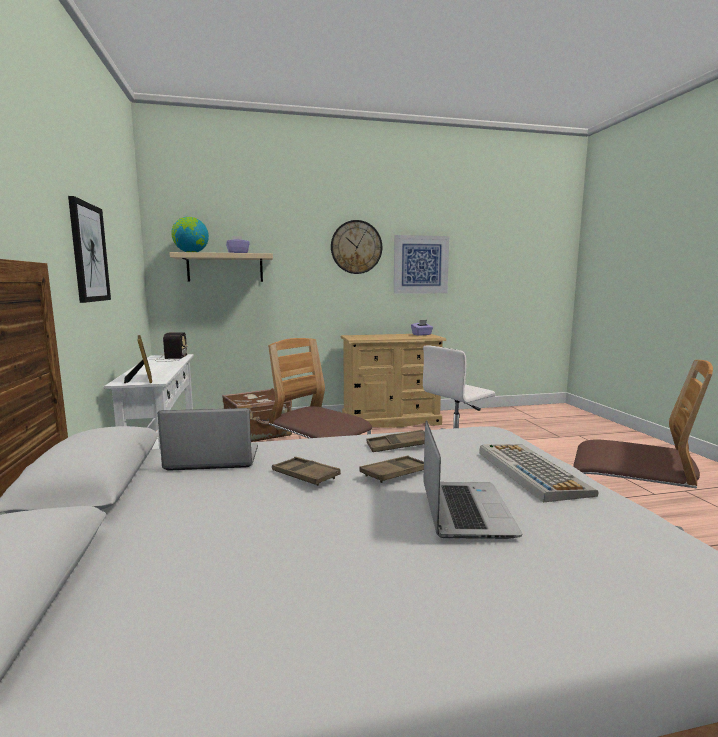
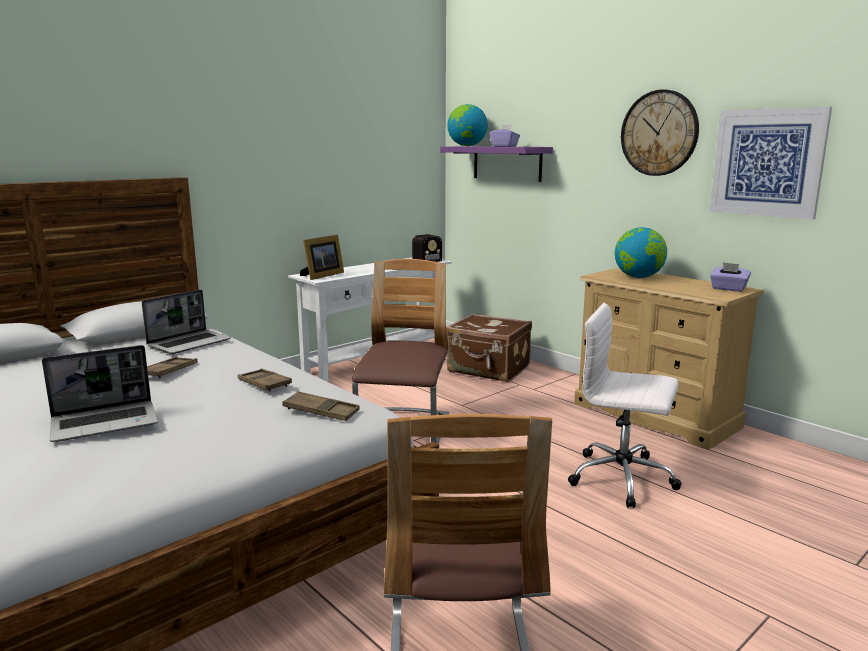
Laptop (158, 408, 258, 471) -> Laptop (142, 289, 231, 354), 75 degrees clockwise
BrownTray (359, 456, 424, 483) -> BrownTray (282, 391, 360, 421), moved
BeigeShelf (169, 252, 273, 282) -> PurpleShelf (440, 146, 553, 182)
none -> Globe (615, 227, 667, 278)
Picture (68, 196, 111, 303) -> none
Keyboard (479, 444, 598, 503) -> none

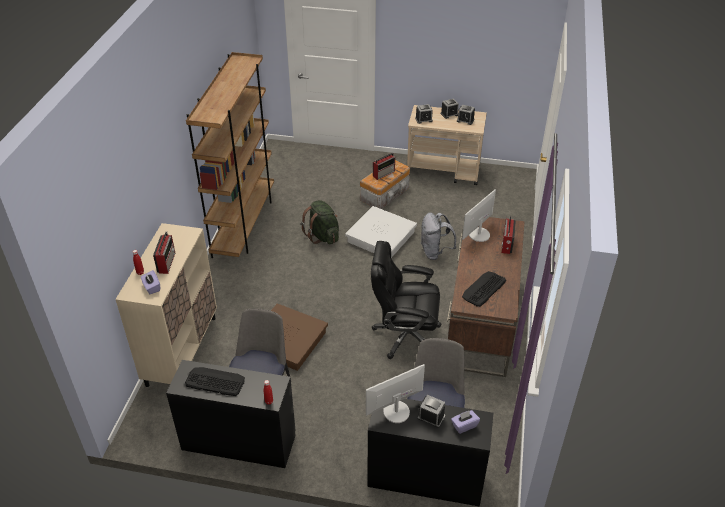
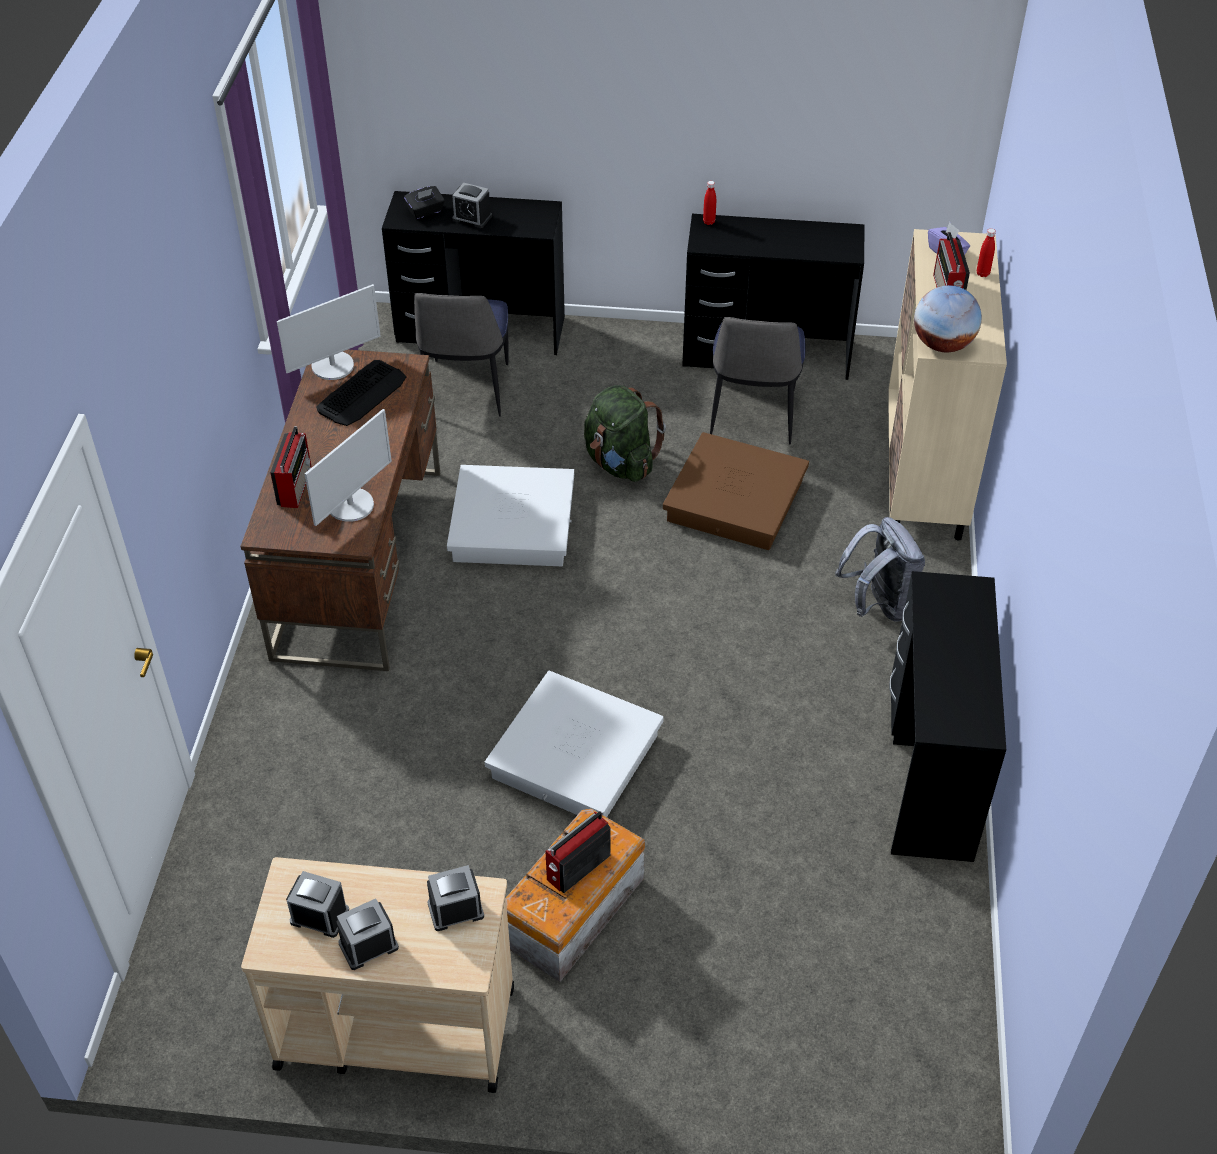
Monitor (366, 364, 425, 423) -> Monitor (277, 284, 381, 380), moved
PurpleTissueBox (451, 410, 480, 434) -> BlackTissueBox (404, 186, 445, 219)
BlackOfficeChair (371, 241, 442, 359) -> WhiteStorageBox (447, 465, 574, 566)
GreenBackpack (301, 200, 339, 244) -> GreenBackpack (584, 385, 666, 482), moved
GreyBackpack (420, 212, 457, 260) -> GreyBackpack (835, 517, 925, 622), moved
BrownBookcase (186, 52, 274, 258) -> BlackDesk (889, 571, 1006, 862)
none -> Globe (914, 285, 982, 352)
Keyboard (185, 367, 245, 396) -> none

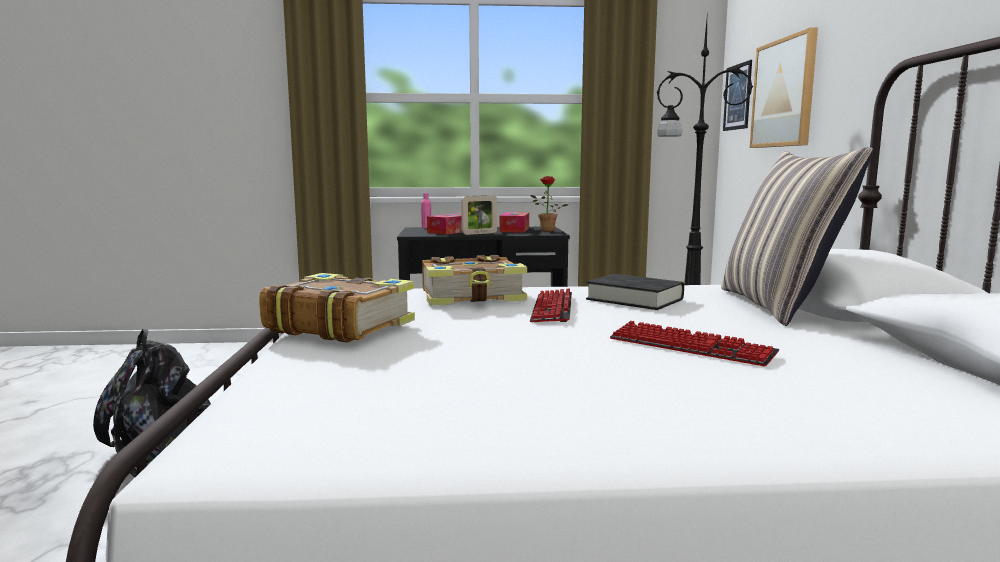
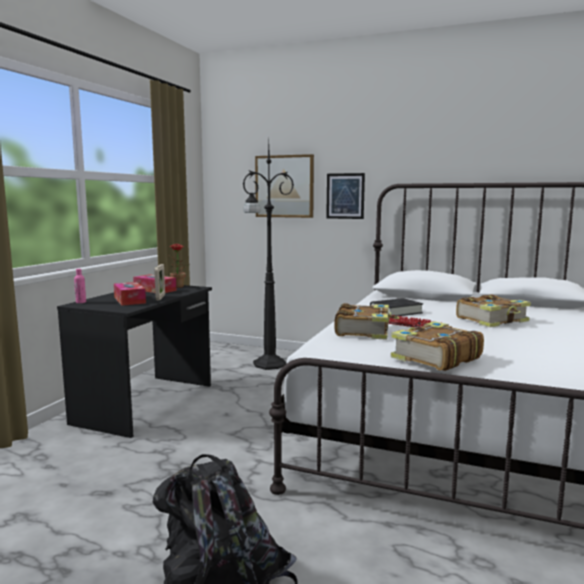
Picture (723, 60, 752, 131) -> Picture (326, 173, 365, 219), moved
Keyboard (610, 321, 780, 367) -> Book (456, 294, 531, 327)
Pillow (721, 147, 874, 326) -> none

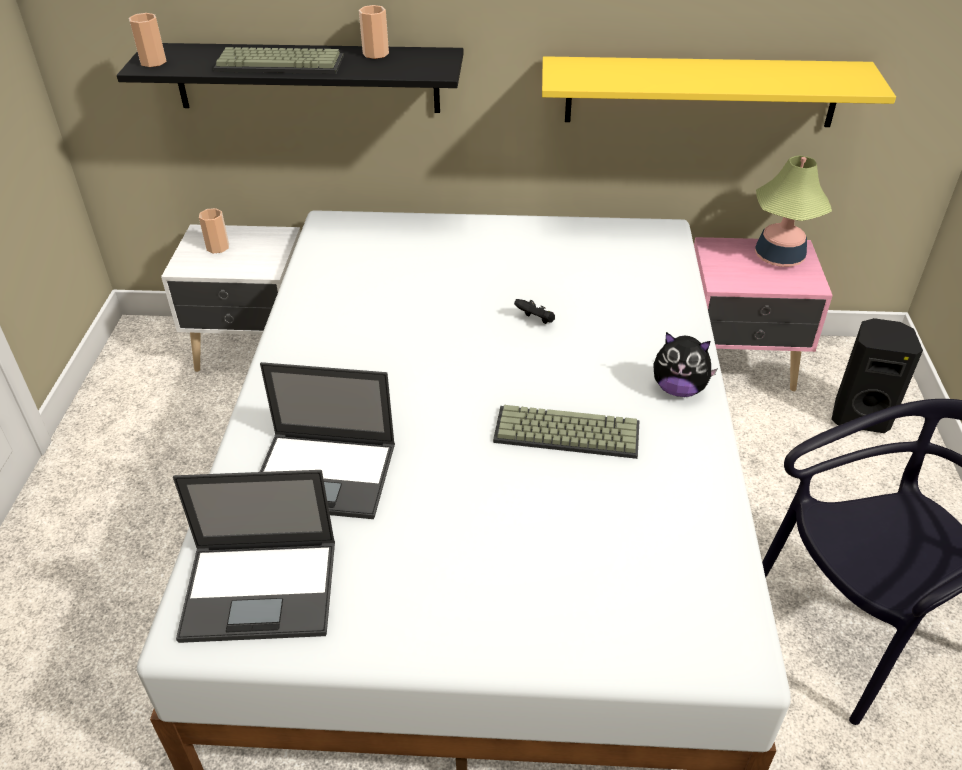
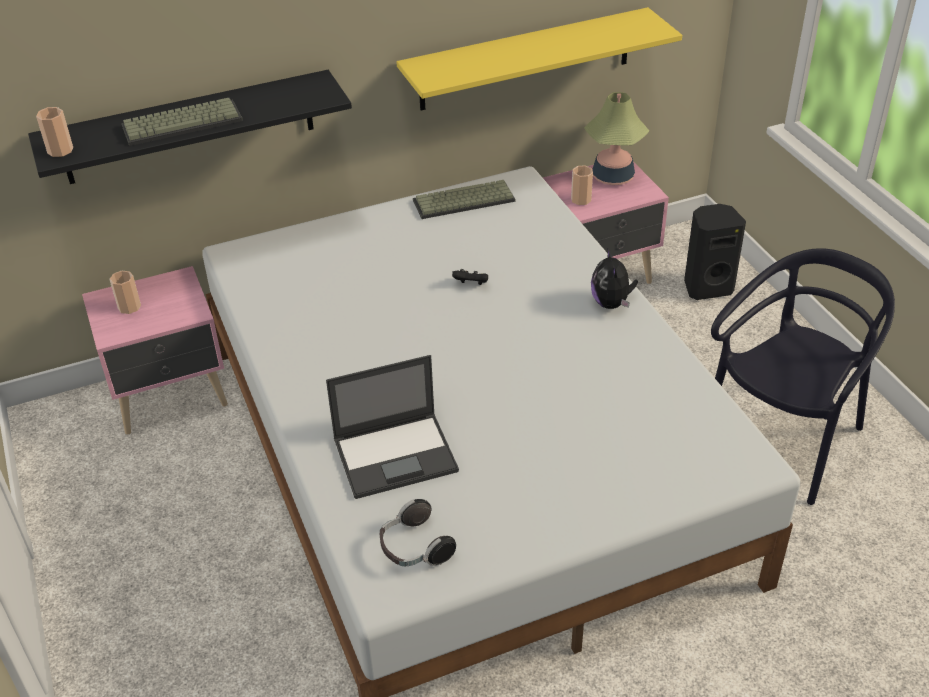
WhiteNightstand (161, 224, 301, 372) -> PinkNightstand (82, 266, 228, 435)
Laptop (173, 470, 335, 643) -> Headphones (380, 499, 456, 566)
Keyboard (493, 405, 639, 459) -> Keyboard (413, 180, 515, 219), moved
Cup (359, 5, 389, 59) -> Cup (571, 165, 593, 205), moved
PlushToy (653, 332, 718, 397) -> PlushToy (591, 247, 638, 309), 90 degrees clockwise

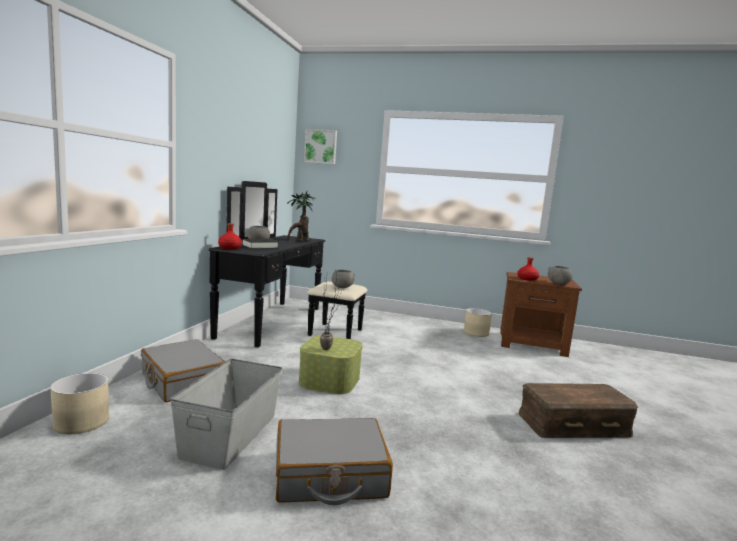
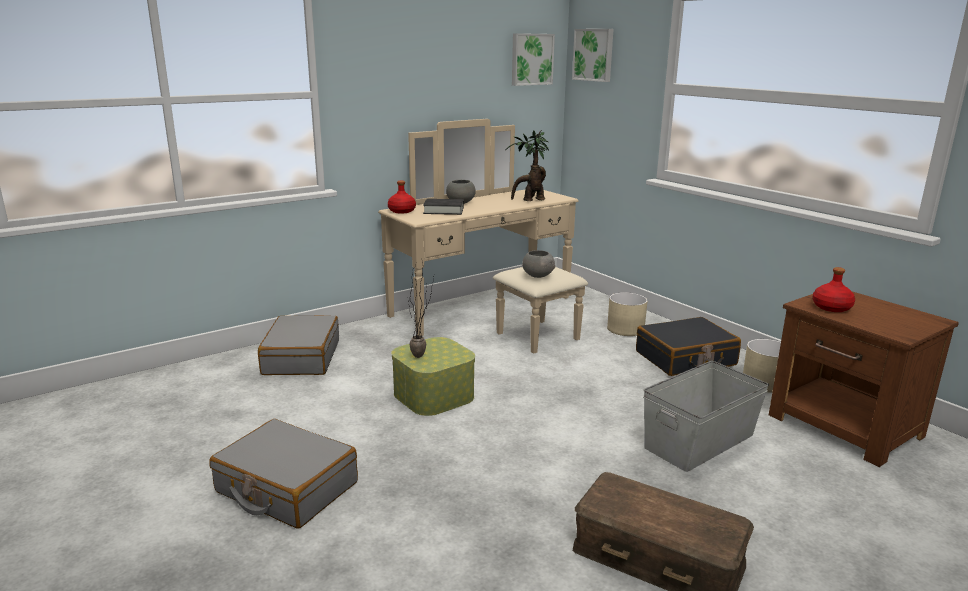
BlackDresser (208, 181, 368, 348) -> BeigeDresser (378, 119, 588, 354)
none -> Picture (512, 33, 555, 86)
BeigePlanter (50, 373, 109, 434) -> BeigePlanter (607, 292, 648, 336), moved
none -> BlackSuitcase (636, 317, 741, 376)
GreyStorageBox (170, 359, 283, 470) -> GreyStorageBox (643, 361, 769, 472), moved
GreyBowl (548, 266, 573, 285) -> none

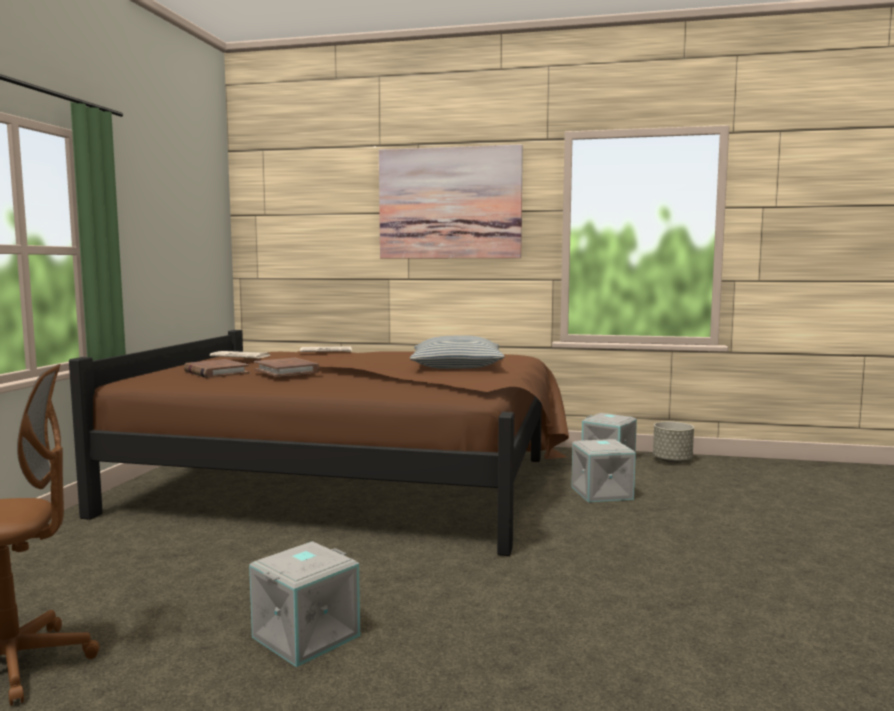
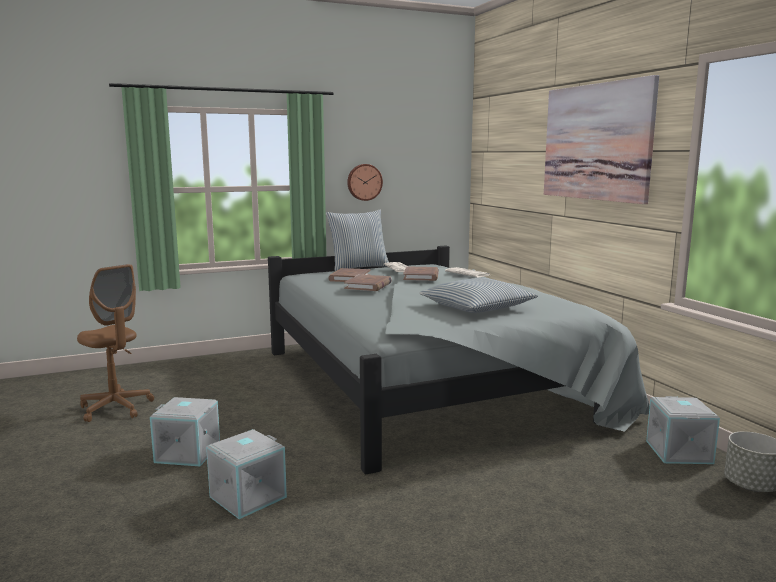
GreyStorageBox (571, 439, 636, 502) -> GreyStorageBox (206, 429, 287, 519), moved
BrownBed (69, 330, 569, 556) -> GreyBed (268, 246, 650, 475)
none -> Pillow (326, 210, 389, 271)
none -> WallClock (347, 164, 383, 201)
none -> BrownBook (403, 266, 439, 281)

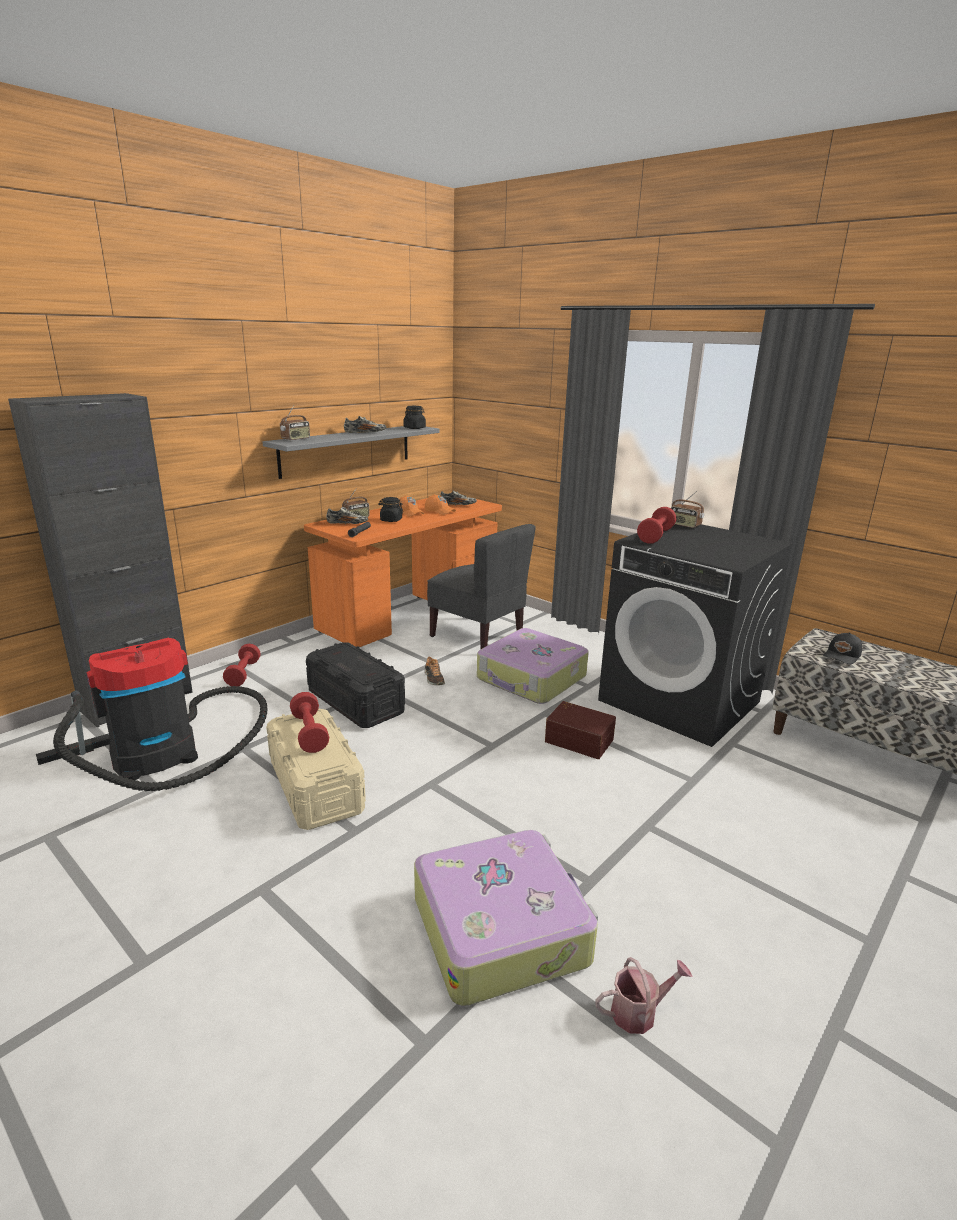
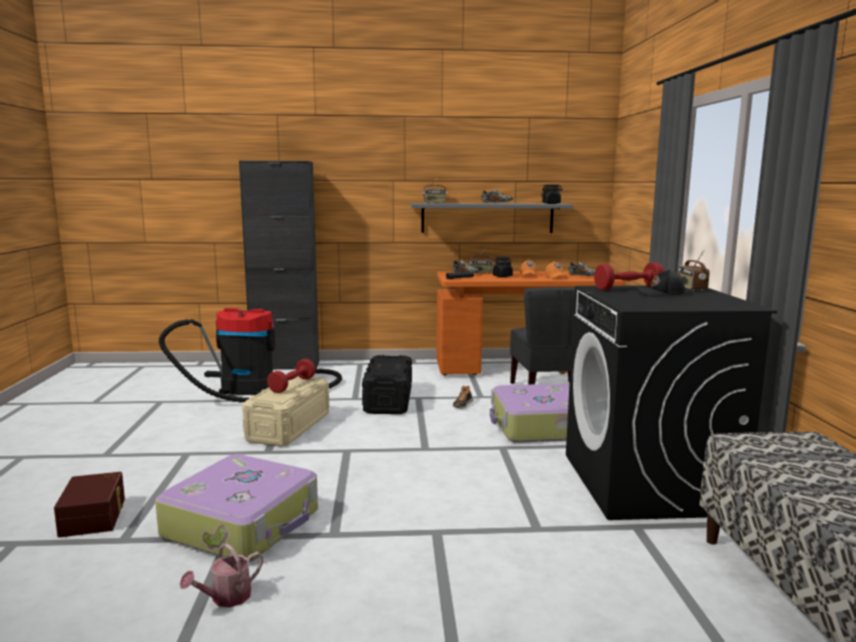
BrownStorageBox (545, 701, 616, 759) -> BrownStorageBox (54, 472, 125, 538), moved
WateringCan (595, 957, 693, 1034) -> WateringCan (180, 543, 263, 607), 105 degrees clockwise
BlackCap (823, 633, 862, 664) -> BlackCap (636, 269, 685, 296), moved
RedDumbbell (223, 644, 261, 686) -> none

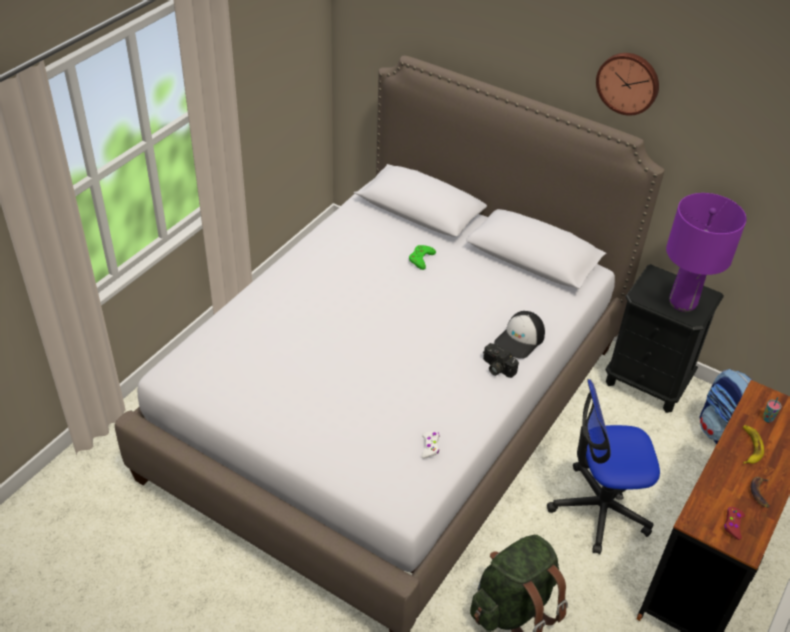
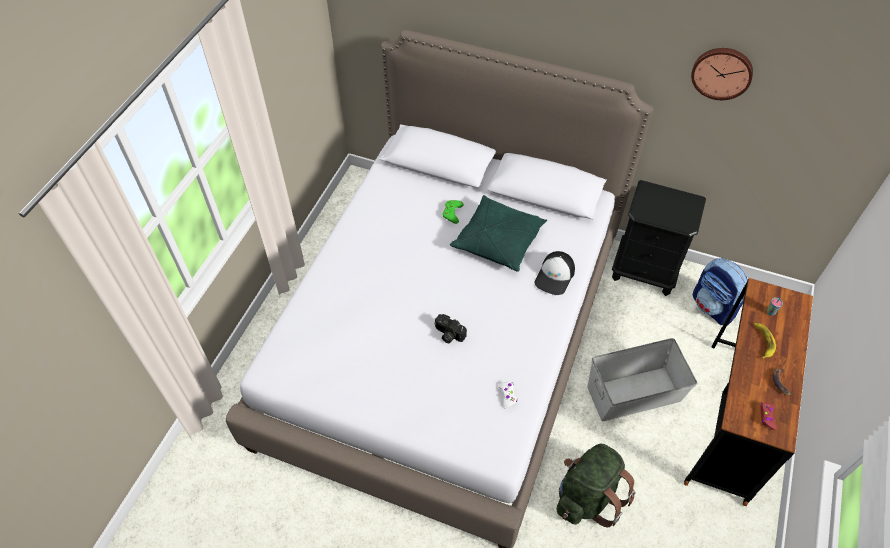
PhotoCamera (483, 343, 519, 378) -> PhotoCamera (434, 314, 467, 343), moved
none -> GreenPillow (450, 195, 547, 272)
OfficeChair (547, 379, 660, 554) -> GreyStorageBox (587, 338, 697, 421)
WallClock (596, 53, 659, 116) -> WallClock (691, 48, 753, 100), moved
PurpleTableLamp (666, 193, 746, 312) -> none

